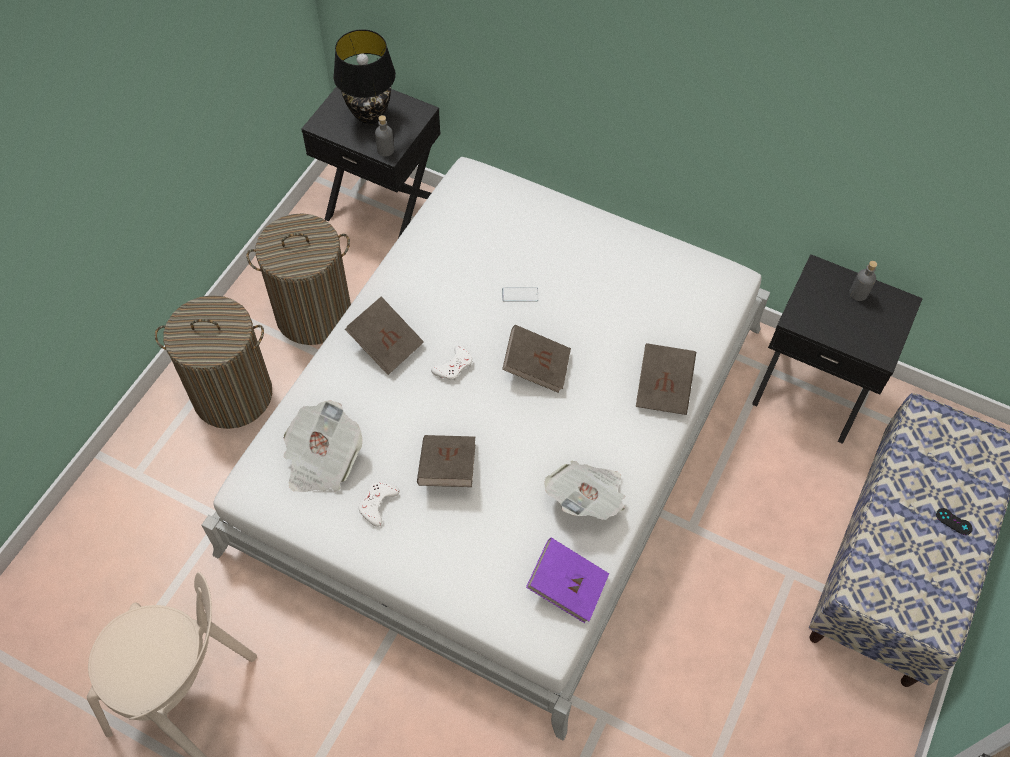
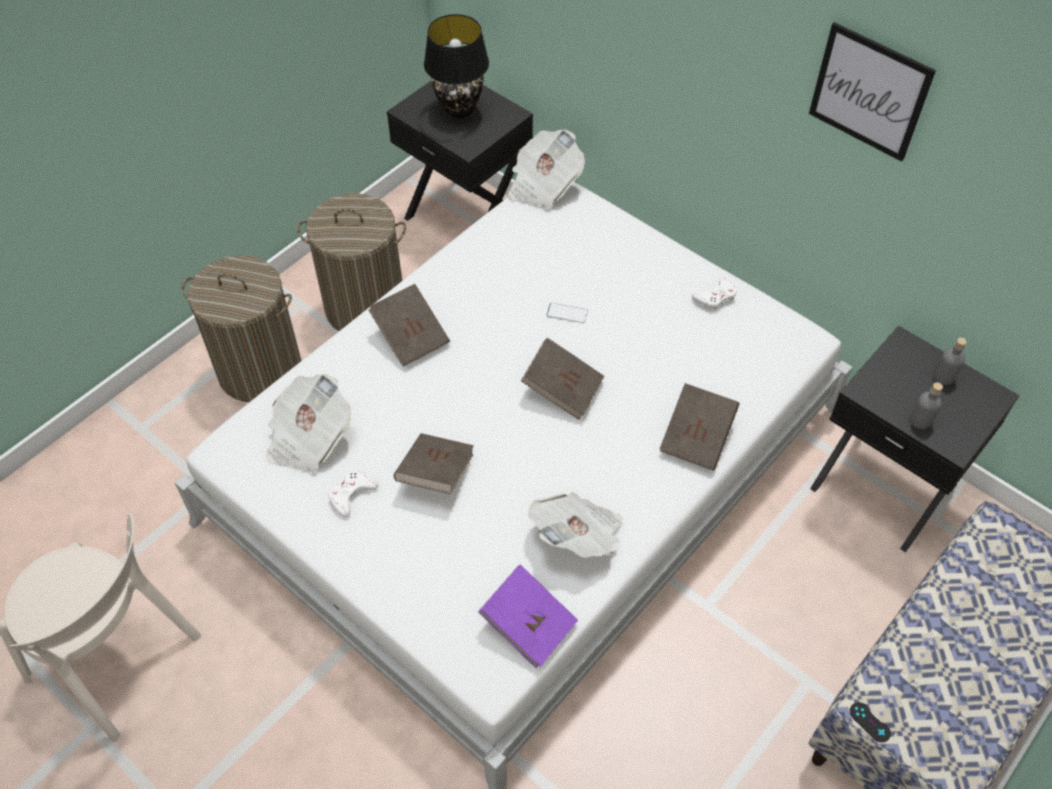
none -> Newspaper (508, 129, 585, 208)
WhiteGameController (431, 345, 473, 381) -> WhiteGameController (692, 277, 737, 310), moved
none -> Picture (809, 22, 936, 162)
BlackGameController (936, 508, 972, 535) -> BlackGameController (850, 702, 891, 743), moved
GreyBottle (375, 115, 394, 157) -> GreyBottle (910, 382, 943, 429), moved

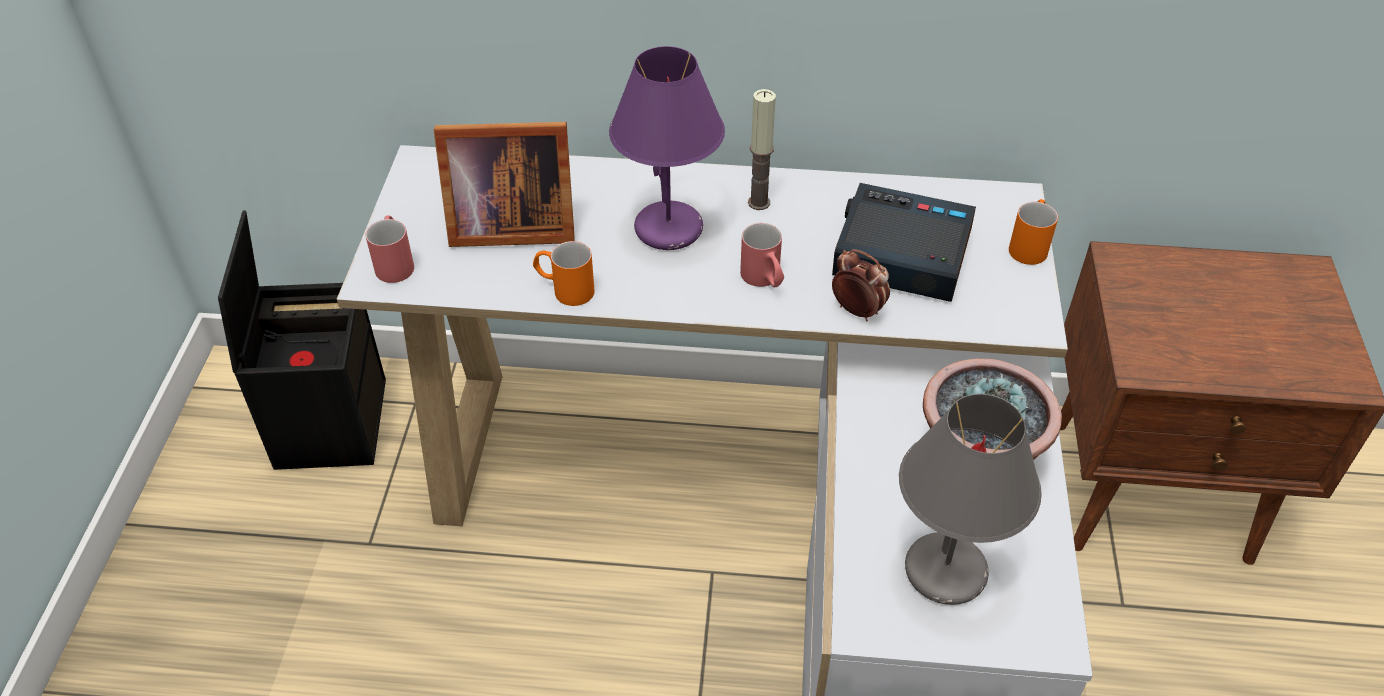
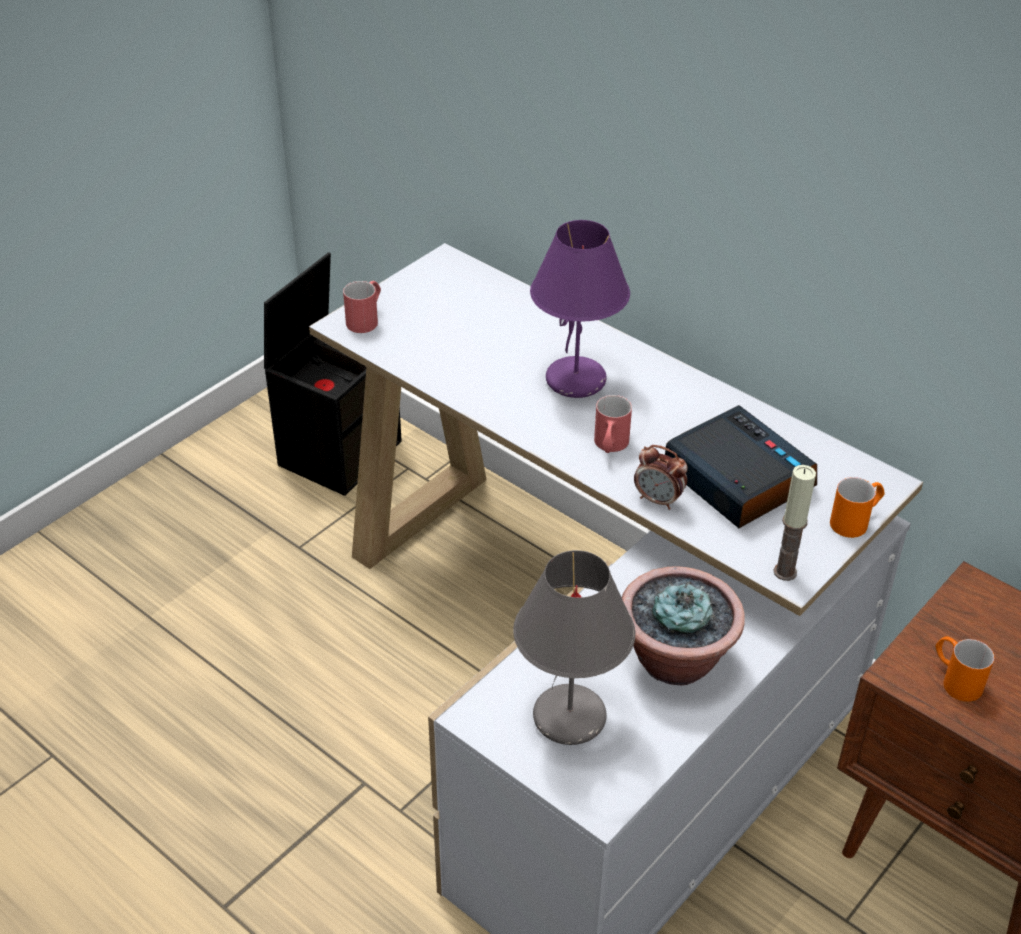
AlarmClock (832, 249, 890, 321) -> AlarmClock (634, 445, 688, 510), 135 degrees clockwise
Candle (748, 89, 776, 210) -> Candle (773, 465, 816, 581), moved
OrangeMug (533, 241, 595, 306) -> OrangeMug (936, 636, 995, 702), moved
PictureFrame (434, 122, 575, 247) -> none

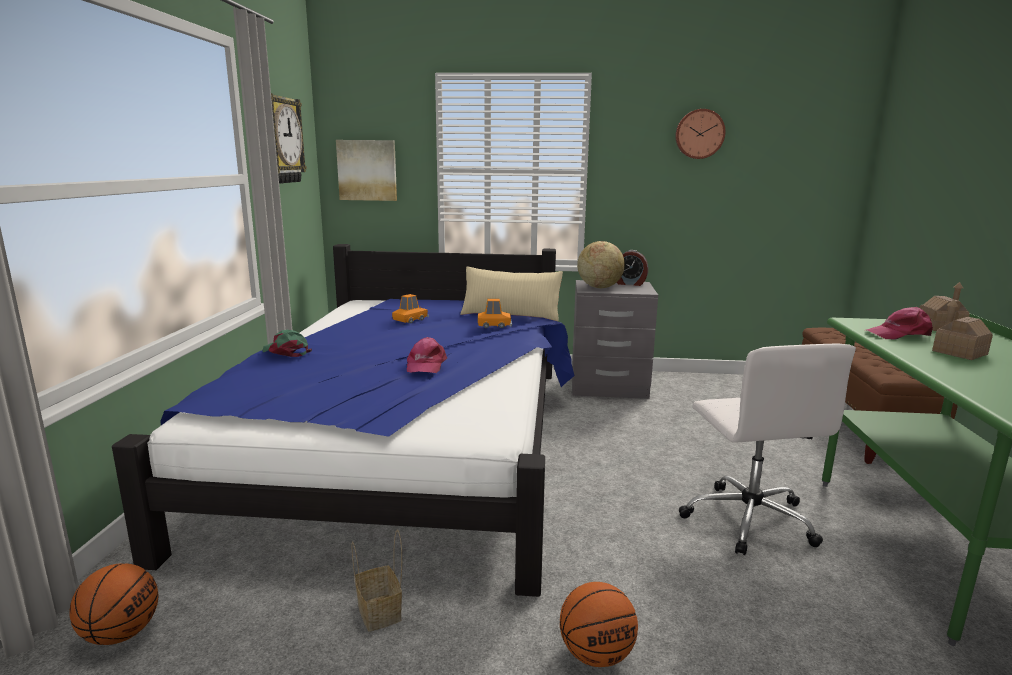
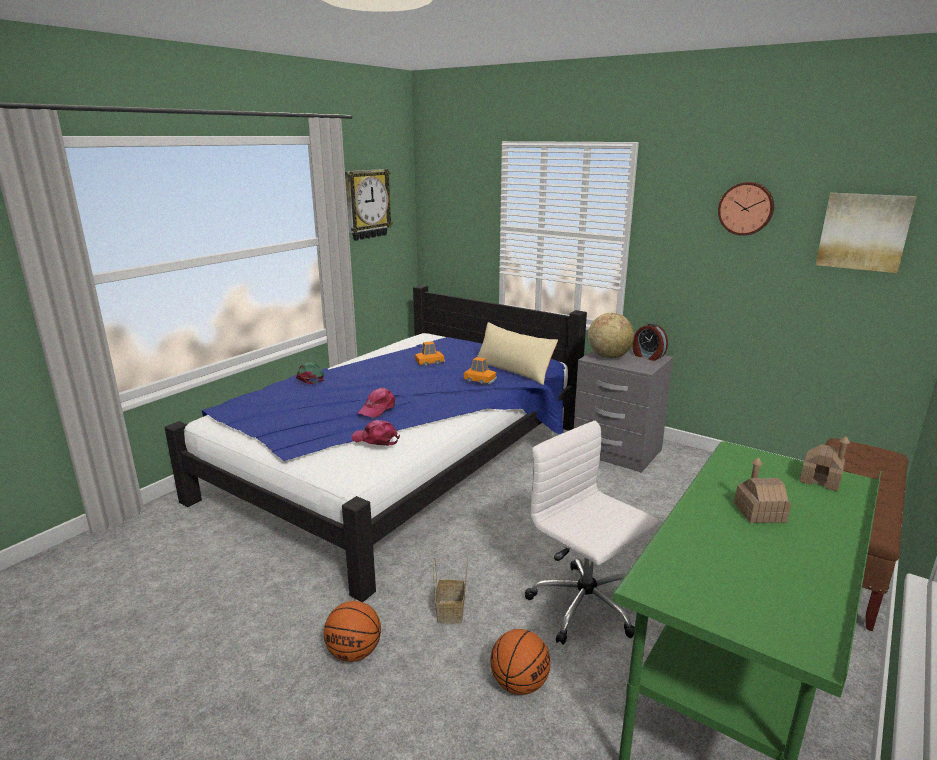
PinkCap (866, 307, 933, 340) -> PinkCap (351, 420, 400, 446), moved
Basket (352, 530, 402, 632) -> Basket (433, 557, 468, 624), moved
Basketball (69, 563, 158, 645) -> Basketball (490, 629, 551, 695), moved
WhiteOfficeChair (679, 343, 856, 555) -> WhiteOfficeChair (525, 421, 659, 645), 120 degrees clockwise
Picture (336, 140, 397, 201) -> Picture (816, 193, 917, 273), moved

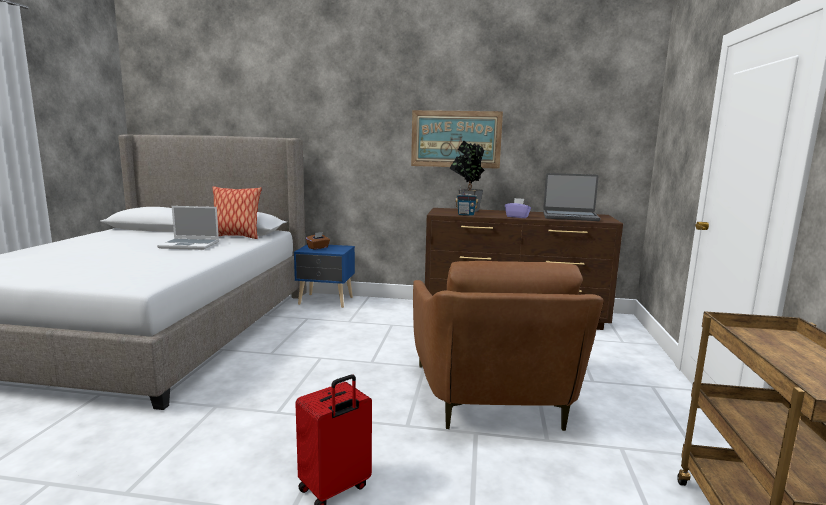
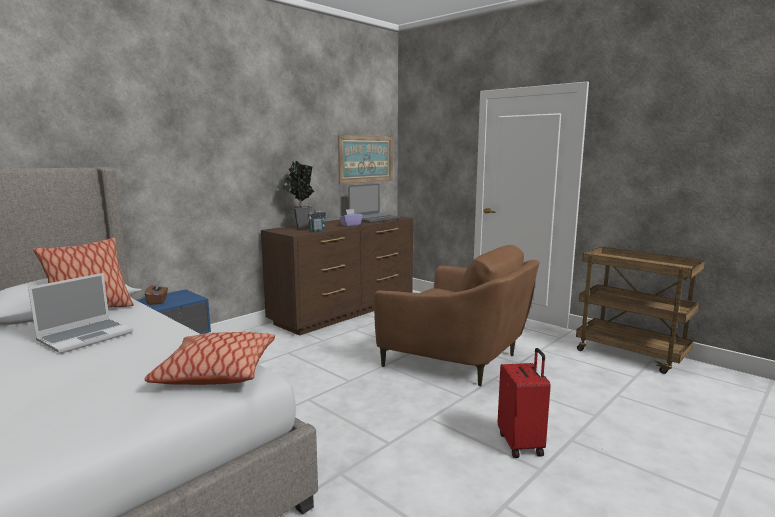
none -> Pillow (145, 332, 275, 385)
Picture (411, 110, 503, 169) -> Picture (338, 135, 393, 184), moved

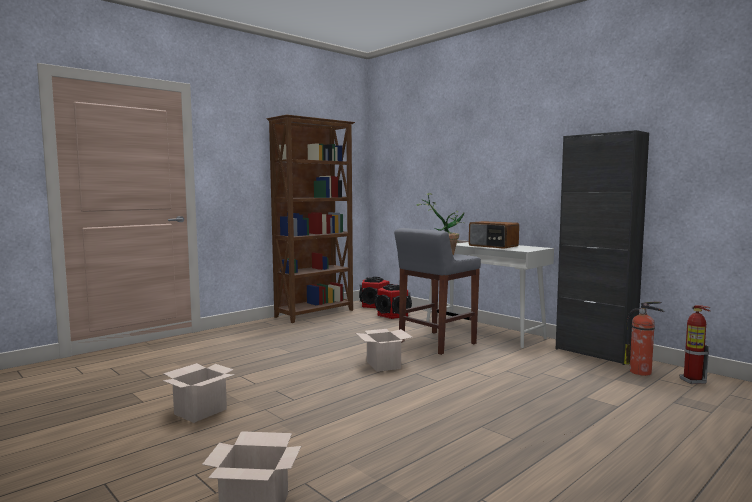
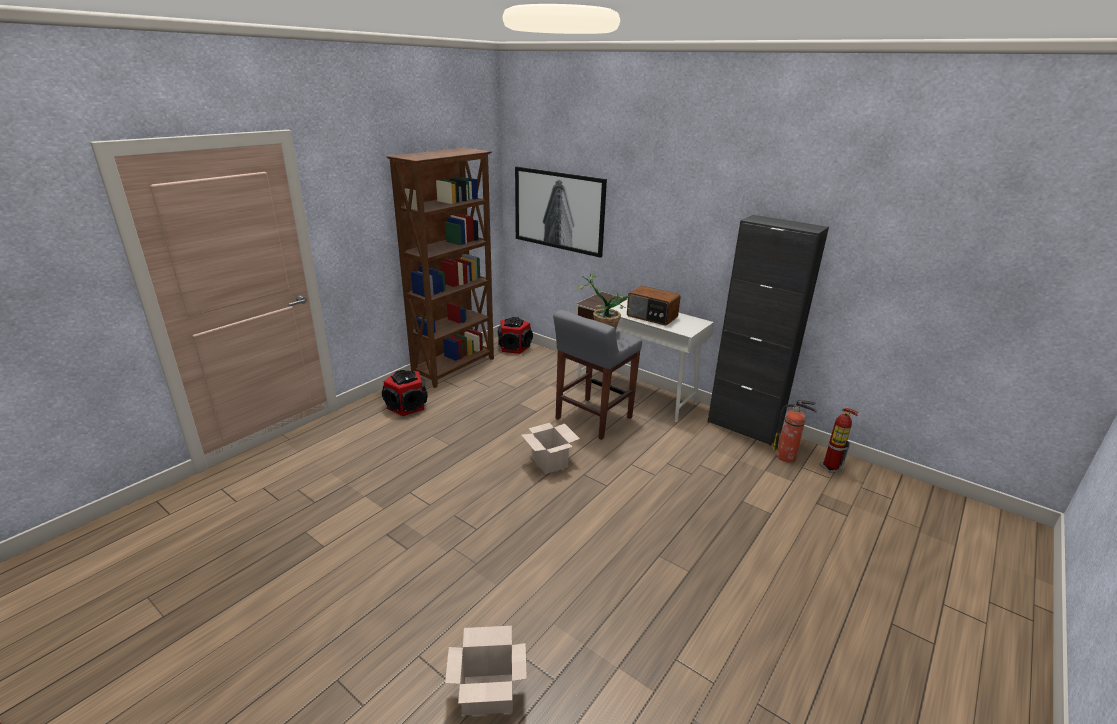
Speaker (374, 284, 412, 319) -> Speaker (382, 370, 428, 416), moved
none -> Picture (515, 167, 607, 258)
CardboardBox (163, 363, 235, 423) -> none

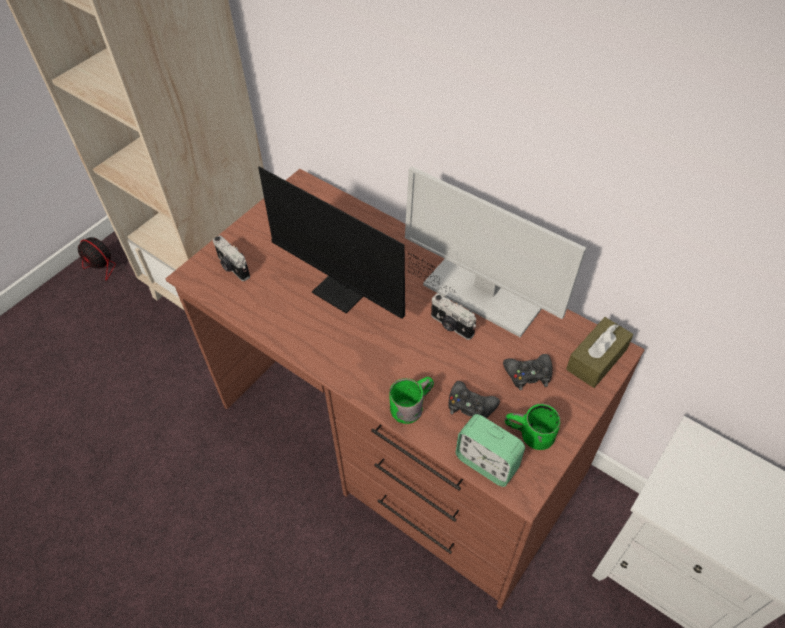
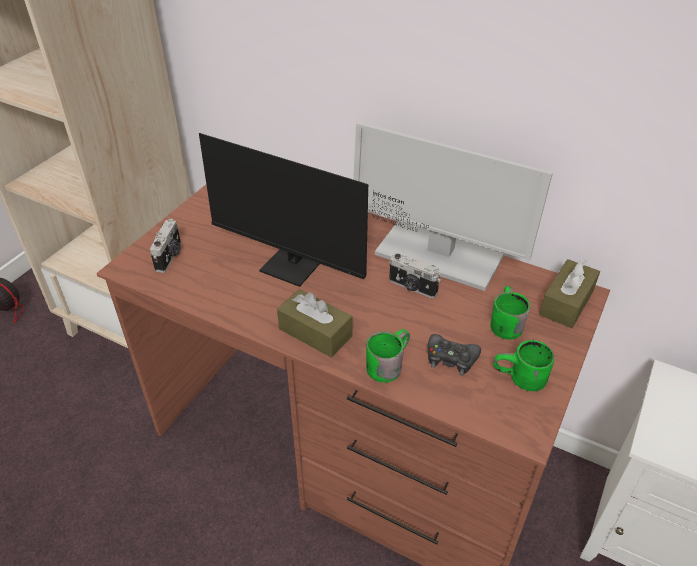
PhotoCamera (213, 235, 250, 281) -> PhotoCamera (150, 219, 181, 273), 120 degrees counterclockwise
none -> BrownTissueBox (277, 289, 353, 358)
BlackGameController (503, 354, 553, 390) -> GreenMug (490, 286, 530, 339)
AlarmClock (456, 414, 525, 487) -> none

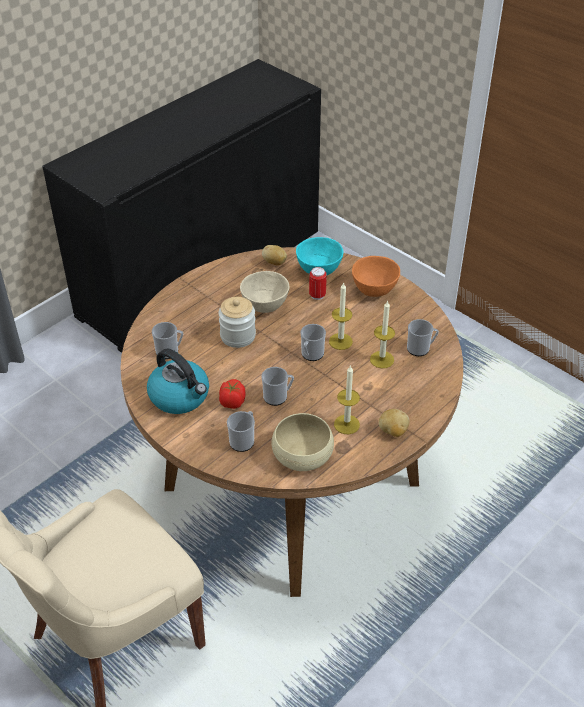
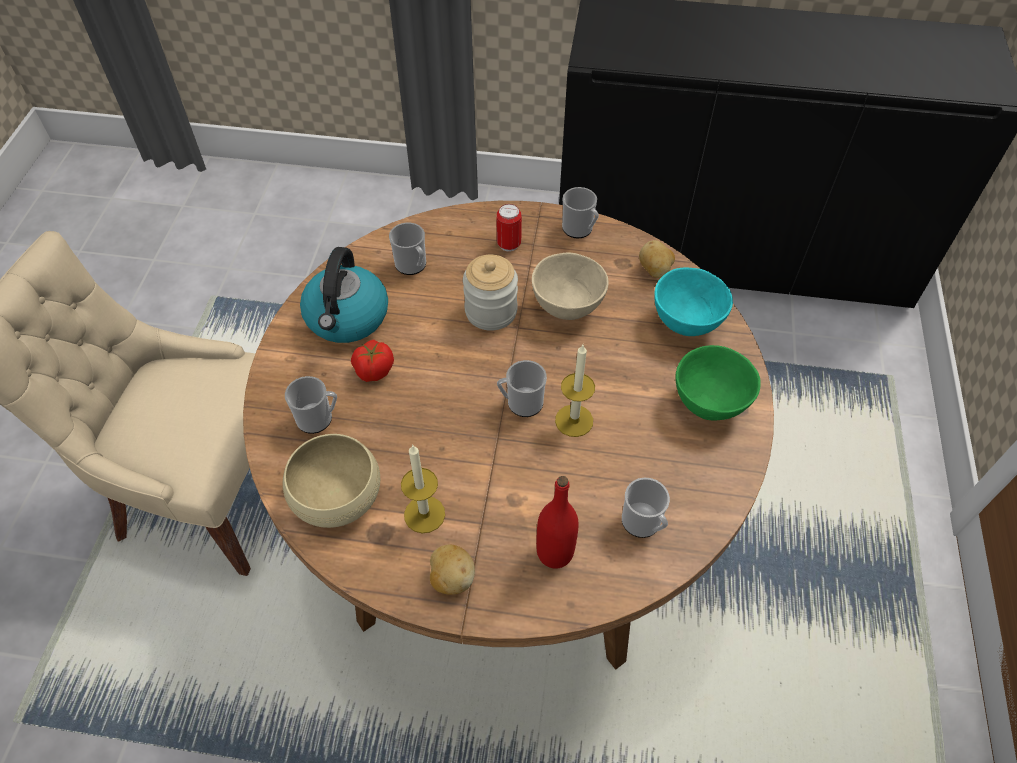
Can (309, 267, 327, 300) -> Can (496, 204, 522, 252), moved
none -> RedBottle (536, 476, 579, 569)
Mug (262, 367, 294, 406) -> Mug (562, 187, 599, 239), moved
OrangeBowl (352, 256, 400, 297) -> GreenBowl (675, 345, 761, 420)
Candle (370, 300, 395, 368) -> none

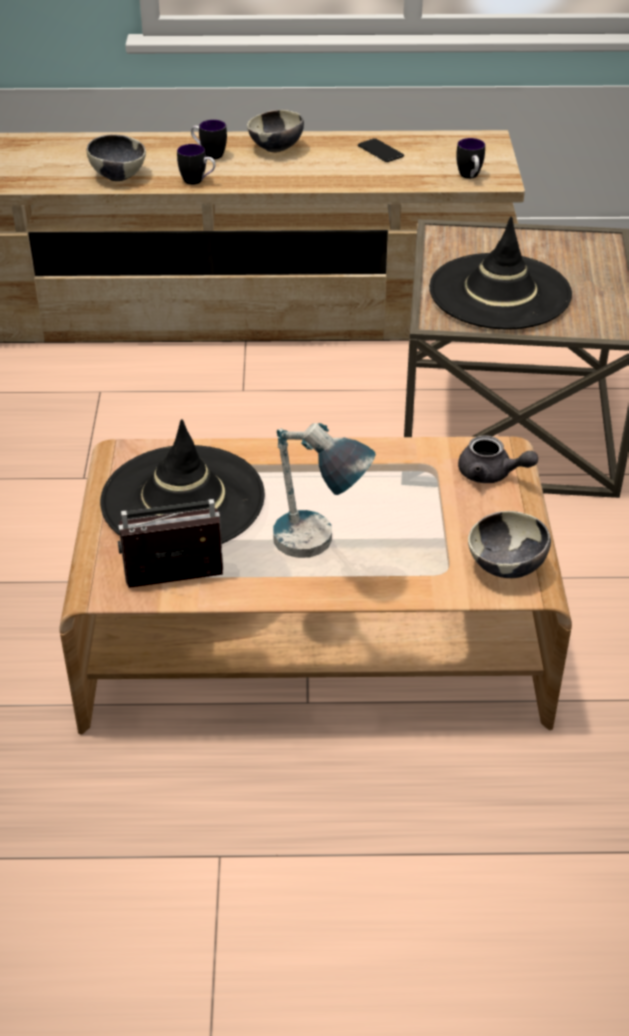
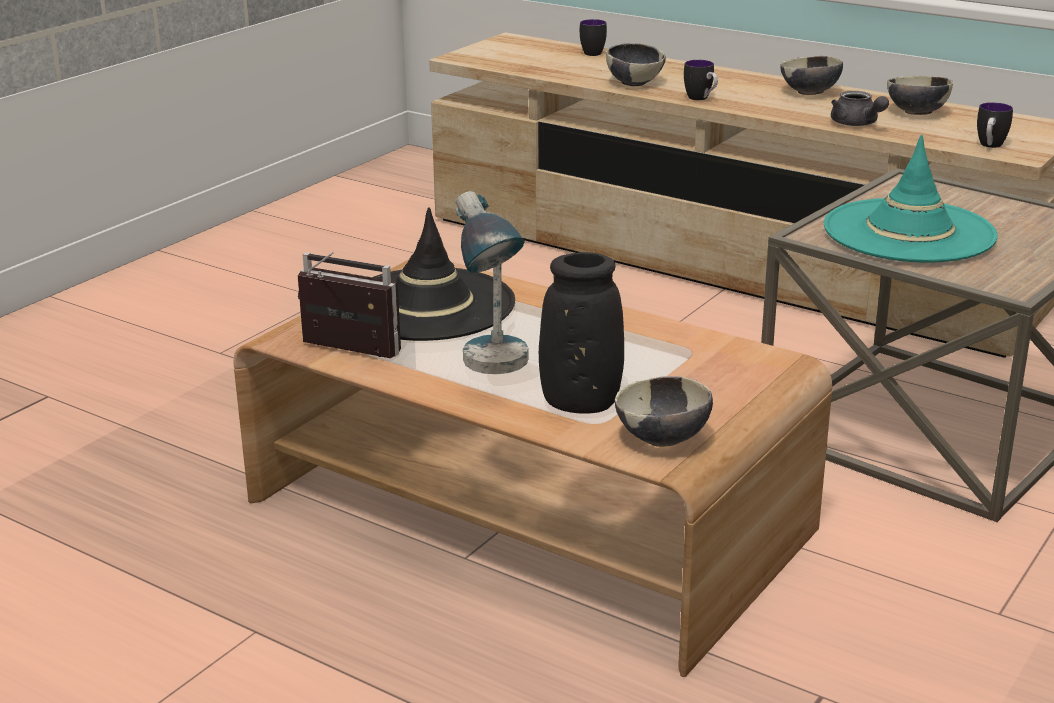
none -> BlackVase (539, 252, 624, 414)
Mug (191, 120, 227, 159) -> Mug (579, 19, 607, 56), moved
BlackHat (429, 216, 572, 330) -> TurquoiseHat (824, 135, 998, 263)
GreyTeapot (458, 435, 538, 483) -> GreyTeapot (831, 91, 889, 126), moved
Phone (358, 138, 404, 162) -> Bowl (887, 76, 953, 115)

